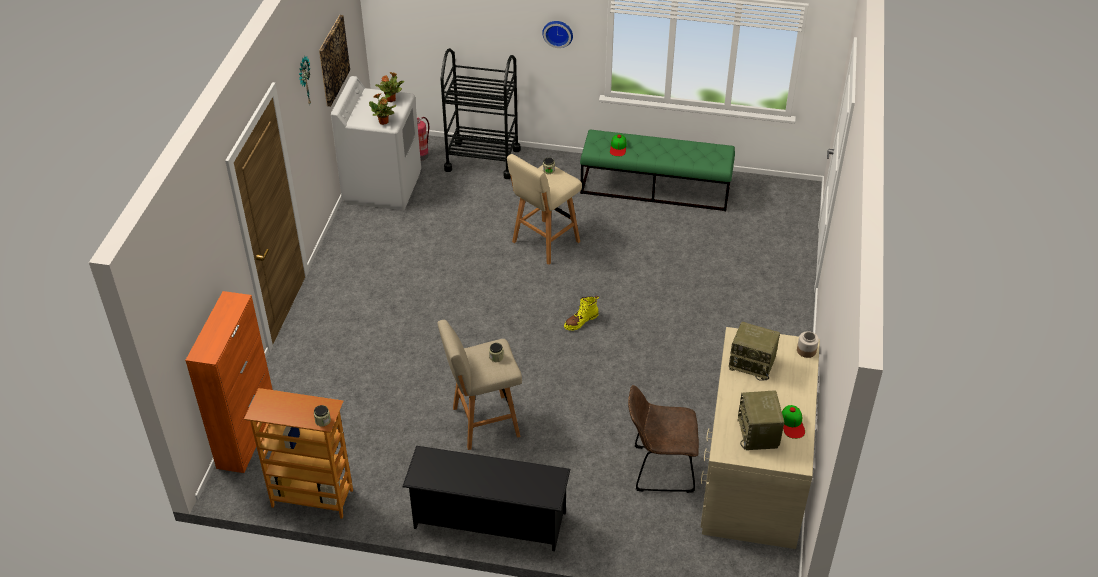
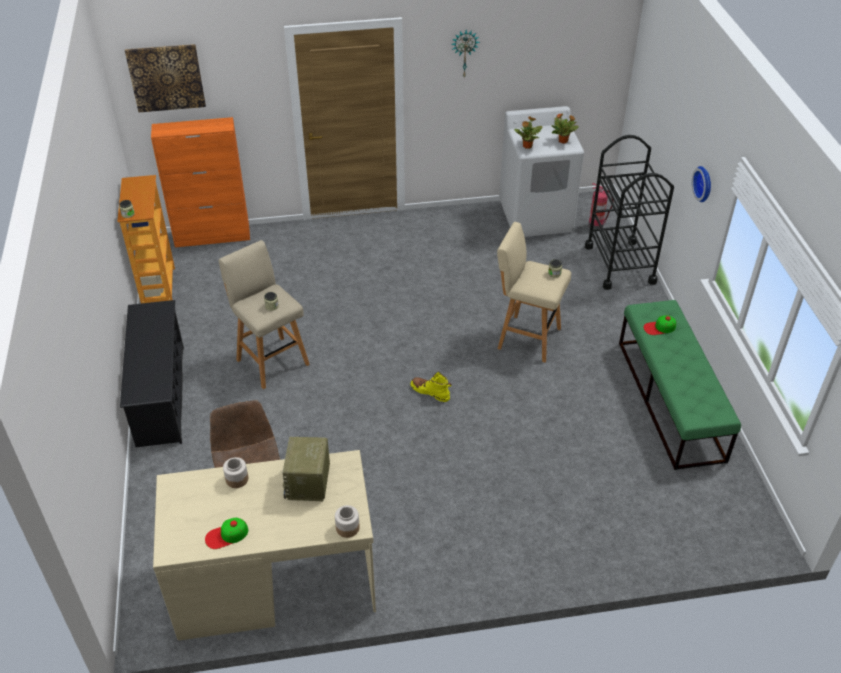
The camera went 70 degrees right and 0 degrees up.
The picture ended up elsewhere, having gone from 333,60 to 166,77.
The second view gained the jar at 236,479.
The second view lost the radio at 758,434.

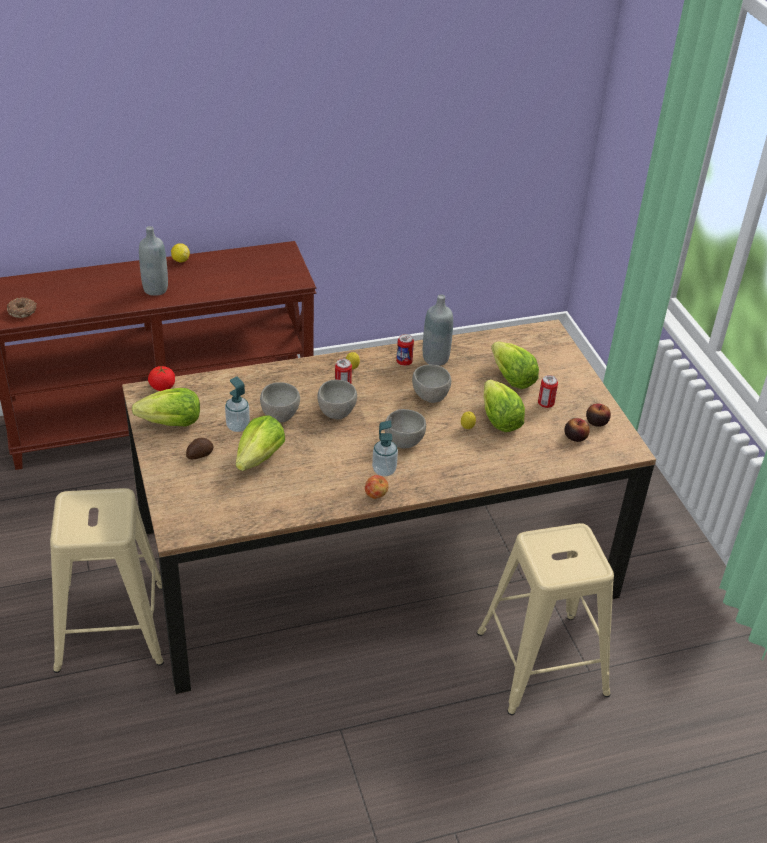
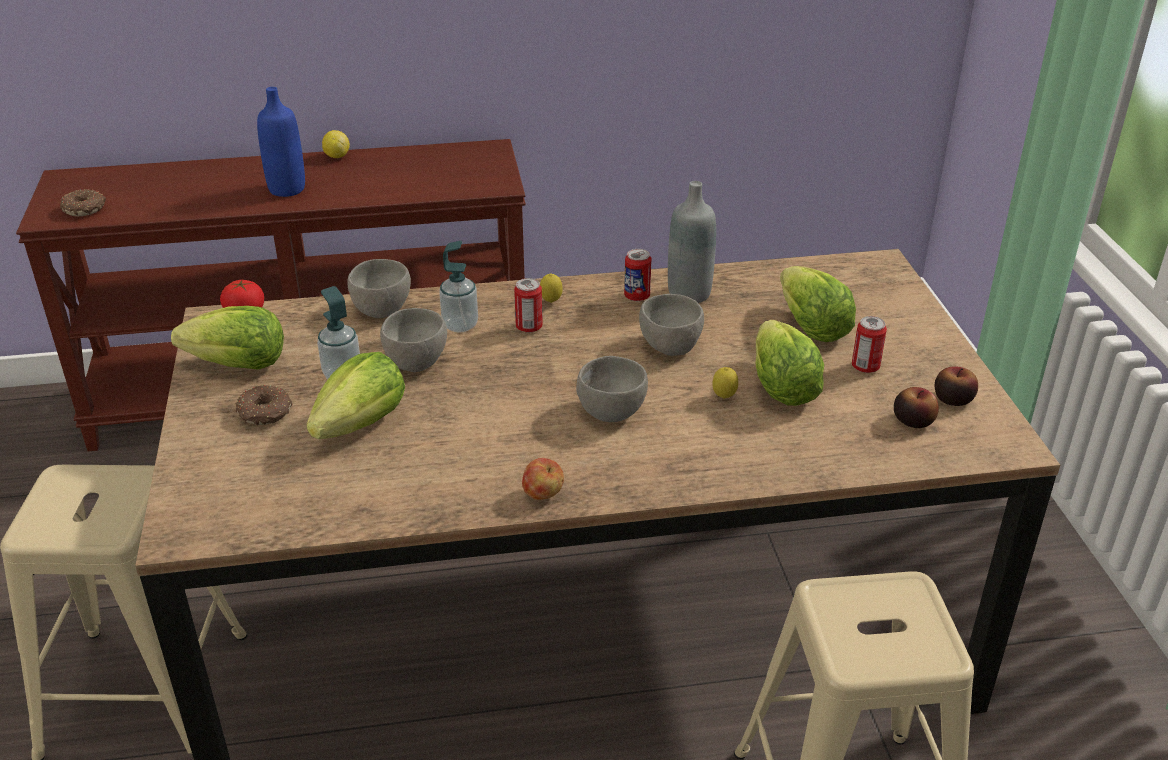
The camera went 10 degrees right and 5 degrees down.
Where the potato stood at 199,454, the donut came to stand at 265,413.
What was the grey bottle at 155,289 turned into the blue bottle at 287,189.
The grey bowl ended up elsewhere, having gone from 335,412 to 380,309.
The soap dispenser ended up elsewhere, having gone from 384,470 to 460,325.

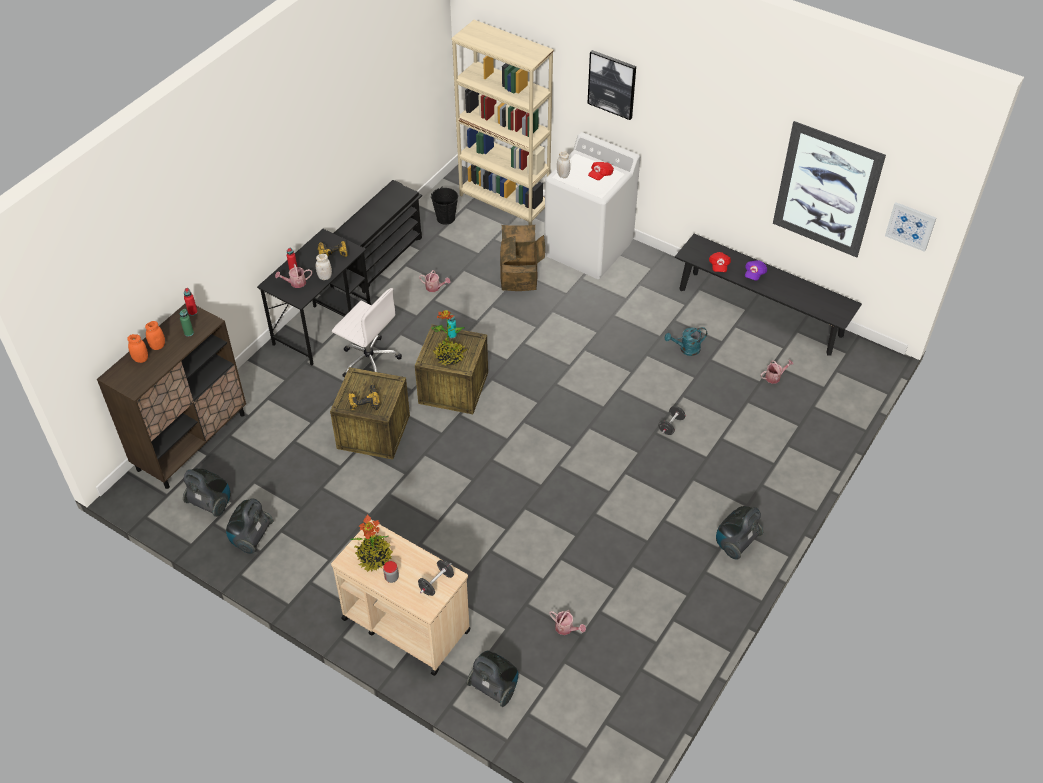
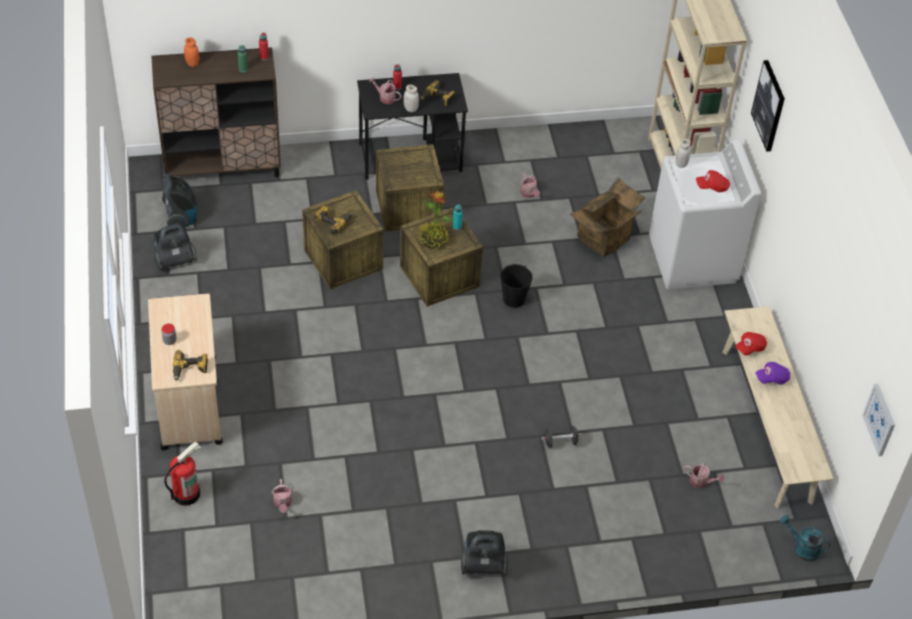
The camera went 45 degrees right and 0 degrees up.
Where the vacuum cleaner stood at 494,687, the fire extinguisher came to stand at 186,493.
Where the black dumbbell stood at 436,583, the power drill came to stand at 190,369.
Where the white office chair stood at 369,360, the crate came to stand at 408,208.
The black bucket ended up elsewhere, having gone from 446,218 to 514,299.
What was the black bench at 760,312 turned into the beige bench at 766,424.
The turquoise watering can ended up elsewhere, having gone from 686,349 to 802,548.
The second view lost the orange jar at 158,346.
The second view lost the black shoe rack at 381,258.
The second view lost the potted plant at 374,557.
The second view lost the picture at 826,190.

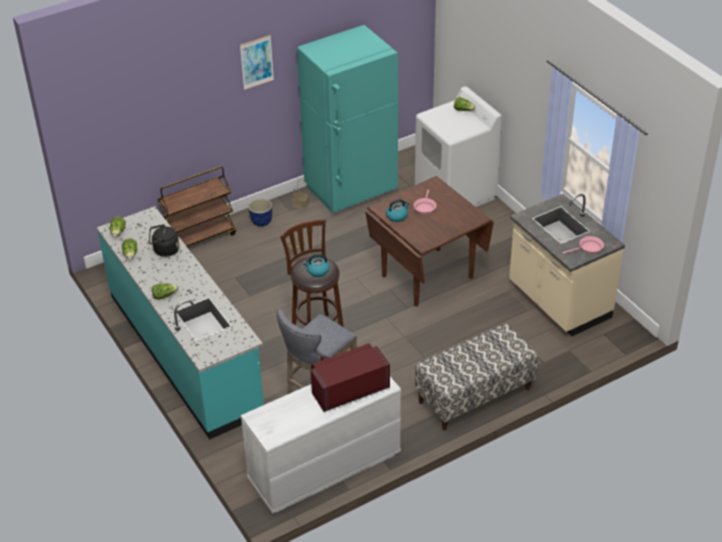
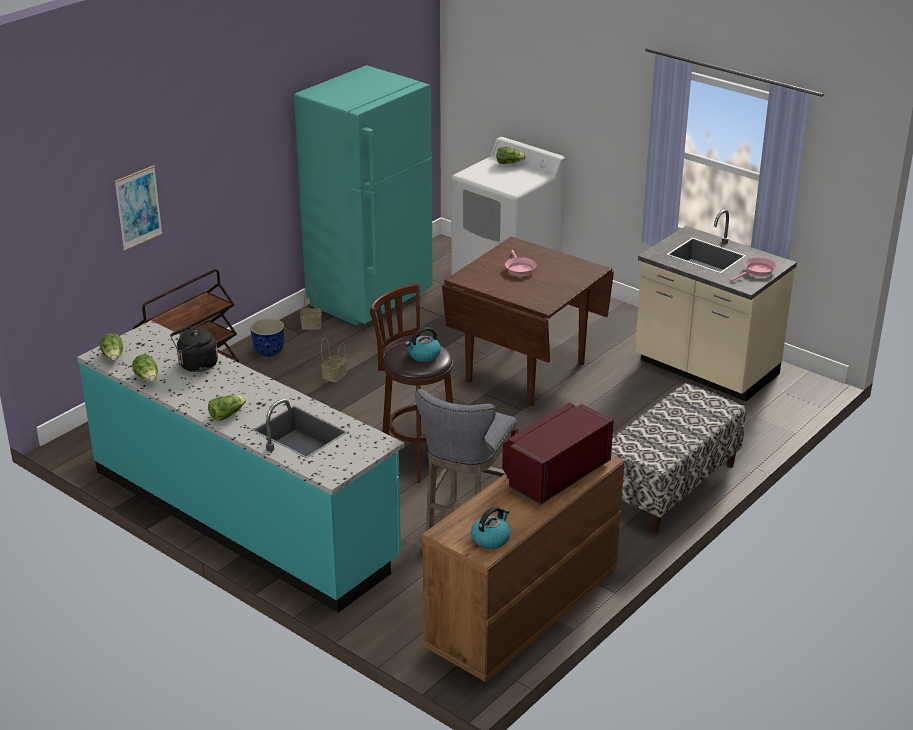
The camera went 20 degrees left and 10 degrees down.
The picture ended up elsewhere, having gone from 256,62 to 138,207.
What was the white dresser at 323,467 turned into the brown dresser at 522,611.
The kettle ended up elsewhere, having gone from 397,216 to 491,539.

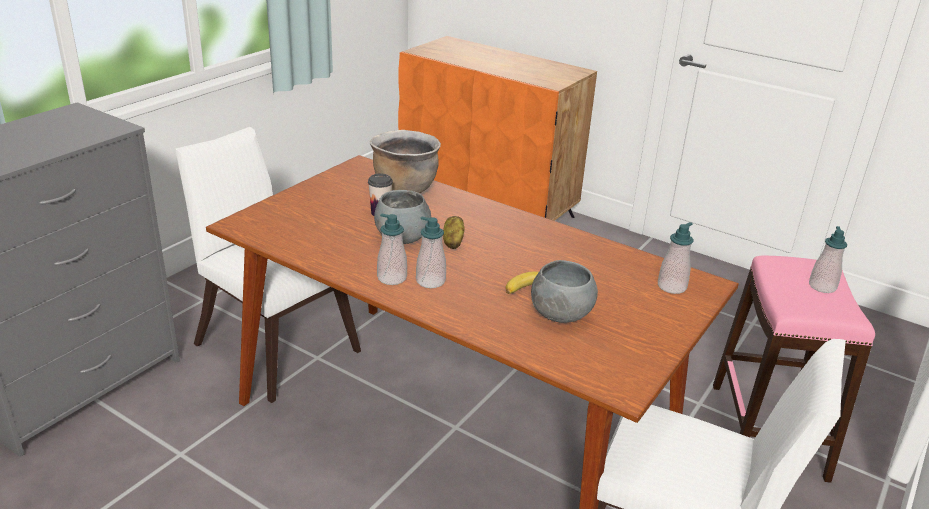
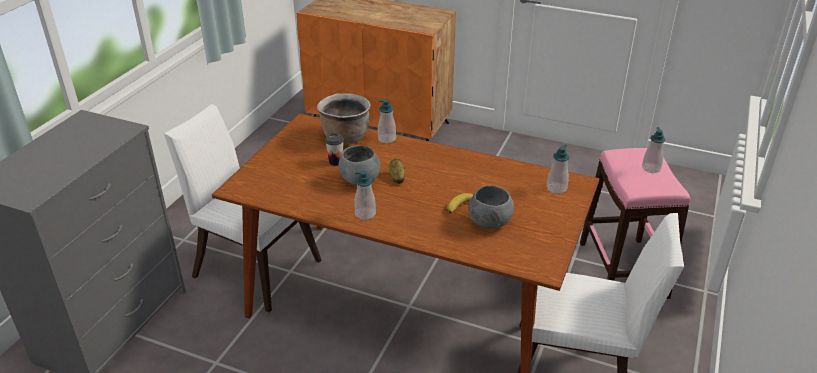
The camera went 10 degrees left and 5 degrees up.
The soap dispenser ended up elsewhere, having gone from 430,281 to 386,139.

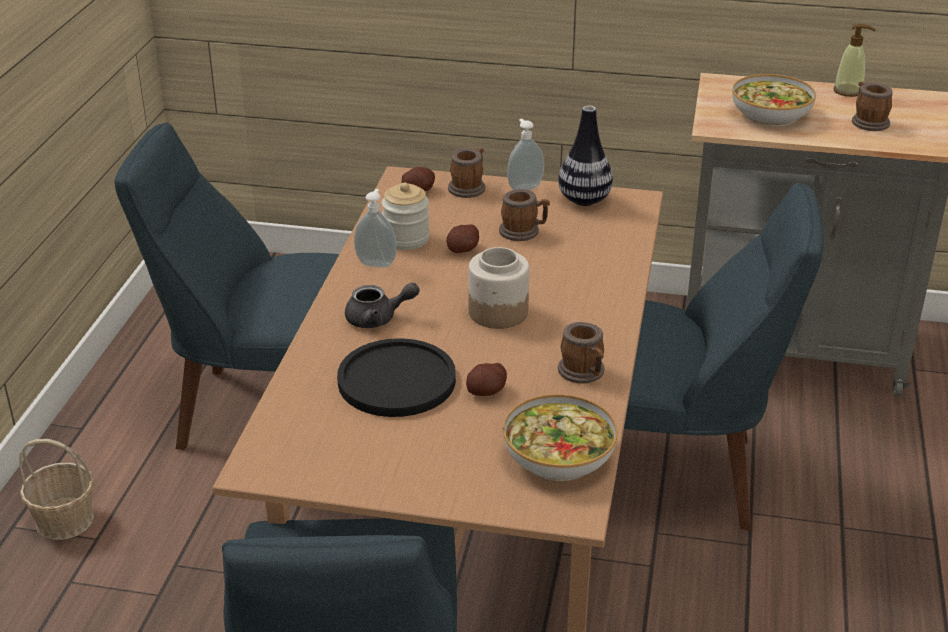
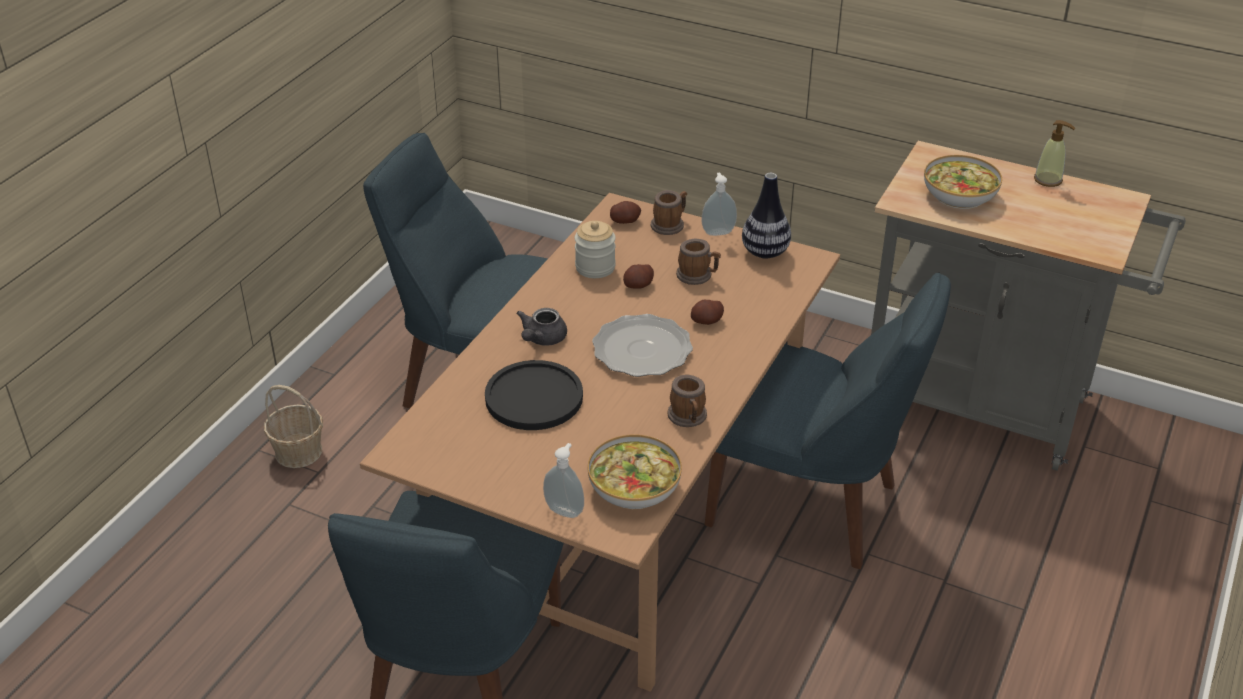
The camera went 15 degrees right and 5 degrees up.
The grey teapot at 378,319 ended up facing another way, 105 degrees clockwise from before.
The soap dispenser ended up elsewhere, having gone from 376,263 to 565,510.
Where the jar stood at 497,312, the plate came to stand at 641,349.
The potato ended up elsewhere, having gone from 486,391 to 707,321.
The second view lost the mug at 867,121.

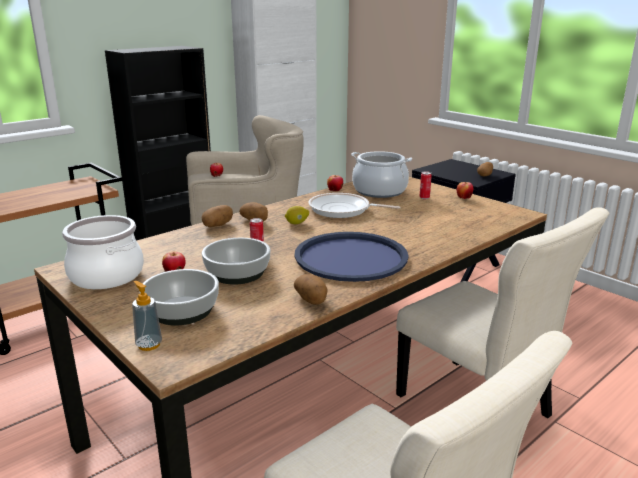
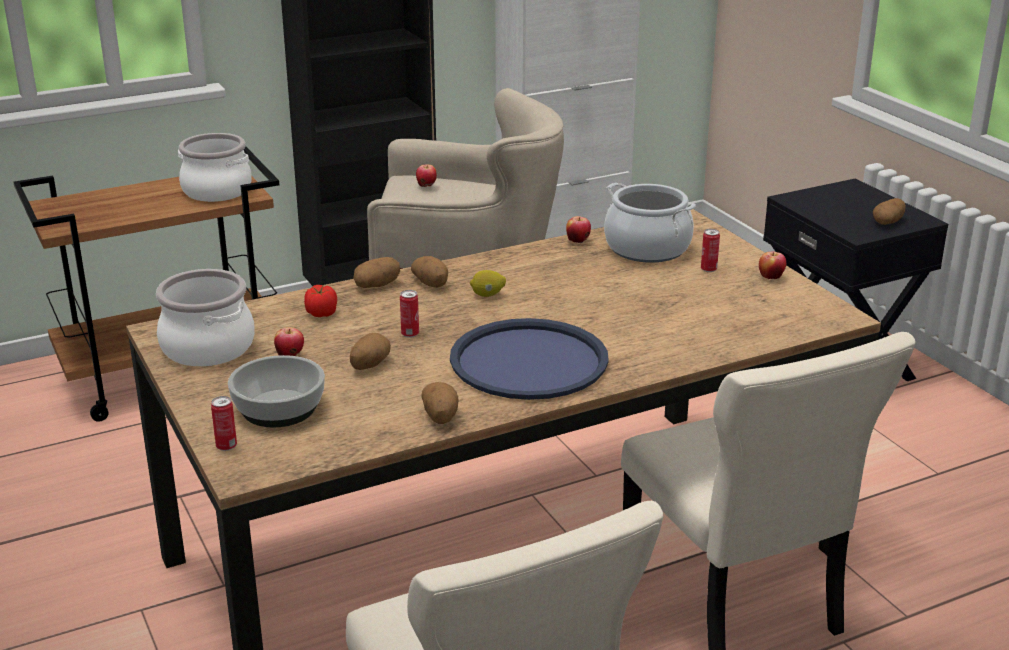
The camera went 15 degrees right and 5 degrees up.
The second view gained the cooking pot at 216,191.
Where the soap dispenser stood at 149,345, the can came to stand at 226,446.
The second view gained the tomato at 321,314.
Where the bowl stood at 238,273, the potato came to stand at 369,365.
The second view lost the frying pan at 342,210.

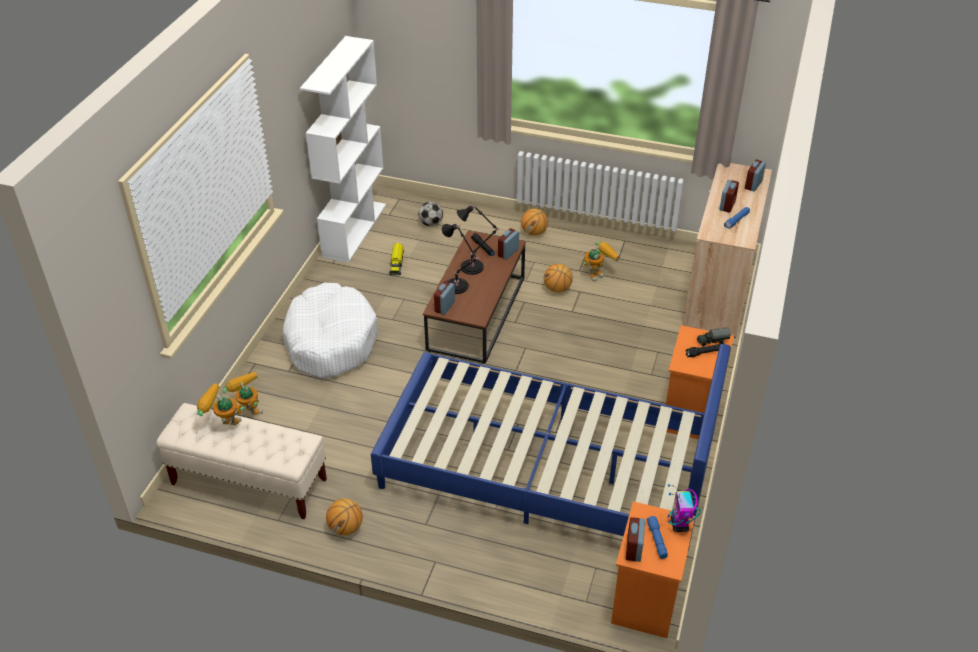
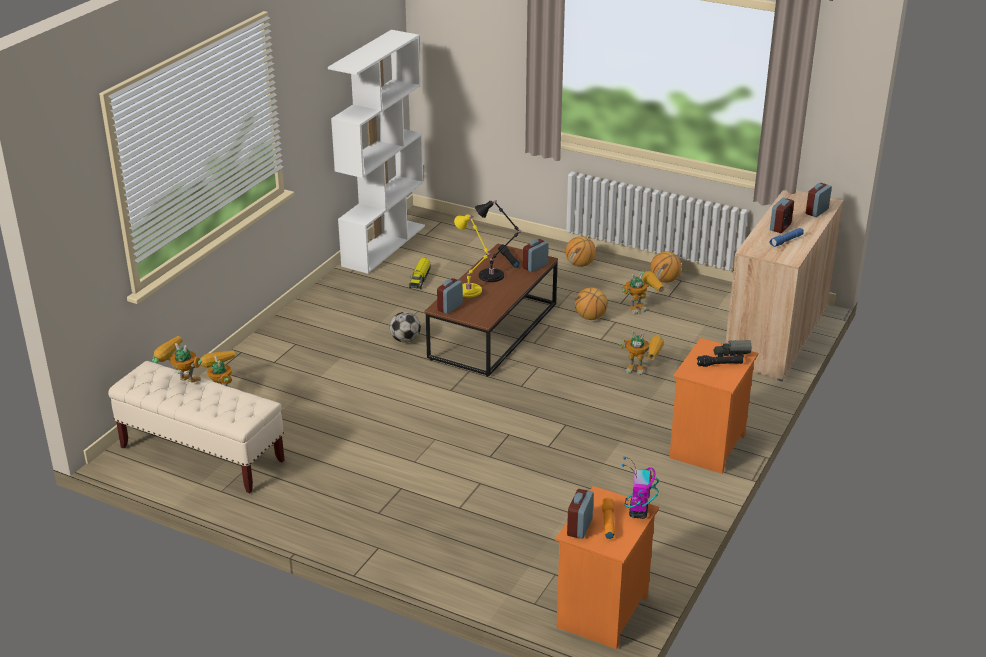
The camera went 10 degrees right and 10 degrees down.
The football ended up elsewhere, having gone from 431,224 to 405,340.
What was the black table lamp at 458,287 turned into the yellow table lamp at 470,291.
What was the blue flashlight at 656,540 turned into the orange flashlight at 607,522.
The second view gained the toy robot at 642,370.
The basketball ended up elsewhere, having gone from 346,528 to 665,280.
The second view lost the white dog bed at 330,341.
The second view lost the blue bed at 545,471.

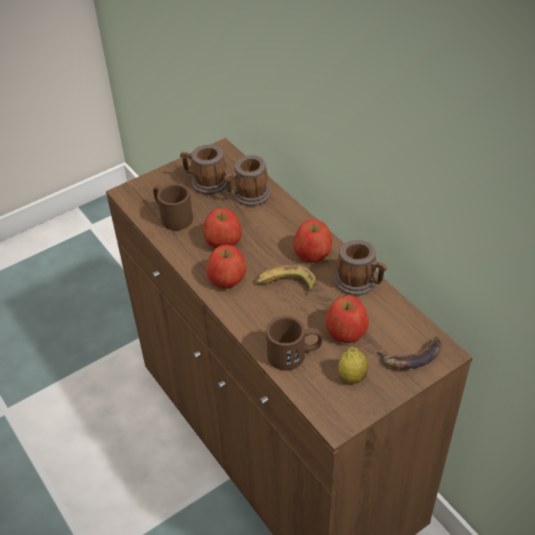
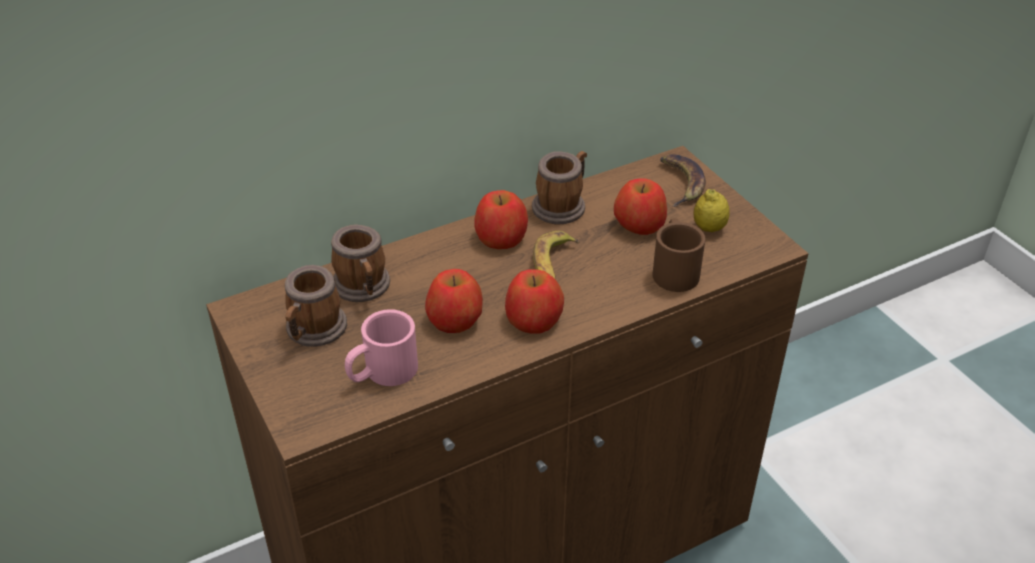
The camera went 85 degrees left and 5 degrees down.
What was the brown mug at 172,216 turned into the pink mug at 382,373.

